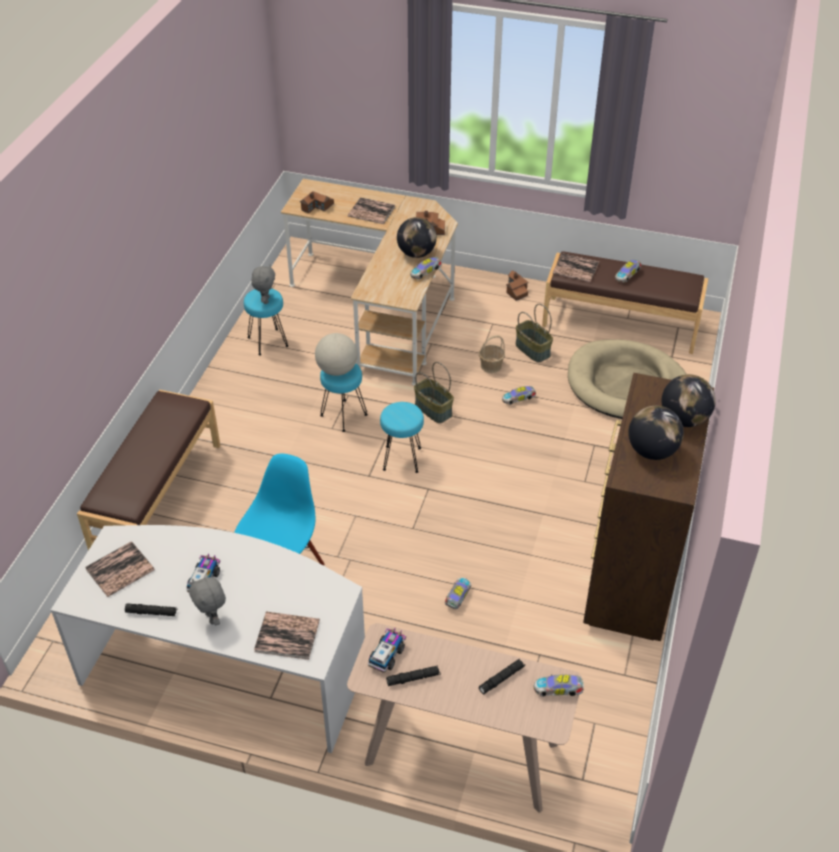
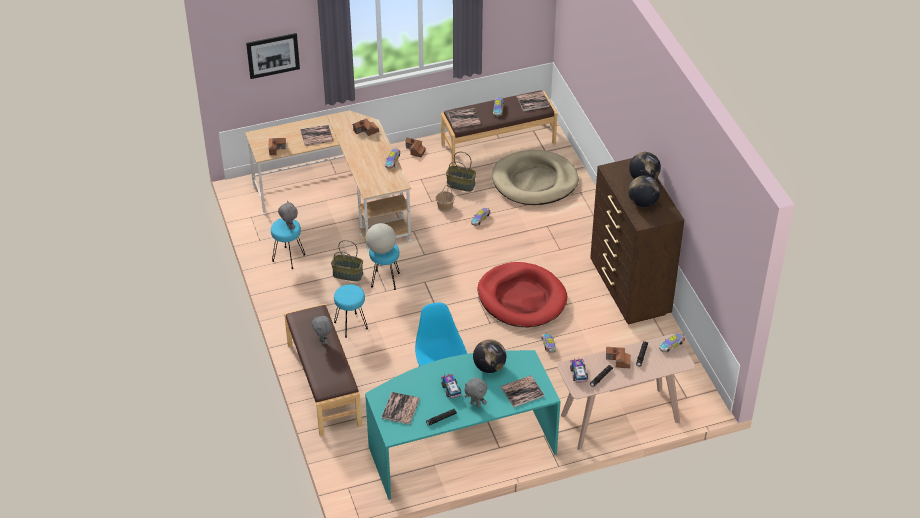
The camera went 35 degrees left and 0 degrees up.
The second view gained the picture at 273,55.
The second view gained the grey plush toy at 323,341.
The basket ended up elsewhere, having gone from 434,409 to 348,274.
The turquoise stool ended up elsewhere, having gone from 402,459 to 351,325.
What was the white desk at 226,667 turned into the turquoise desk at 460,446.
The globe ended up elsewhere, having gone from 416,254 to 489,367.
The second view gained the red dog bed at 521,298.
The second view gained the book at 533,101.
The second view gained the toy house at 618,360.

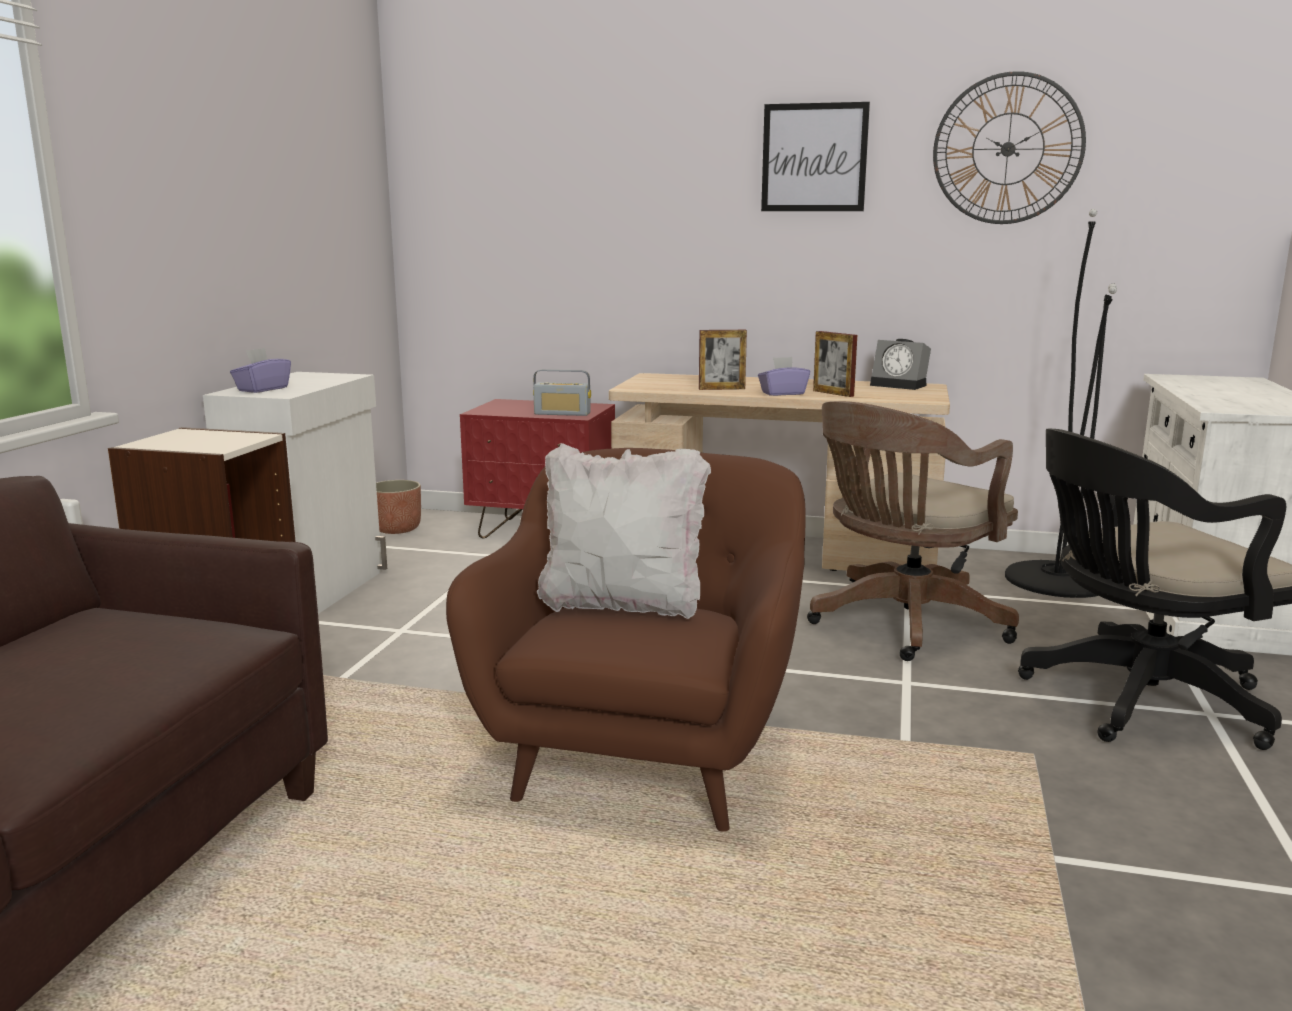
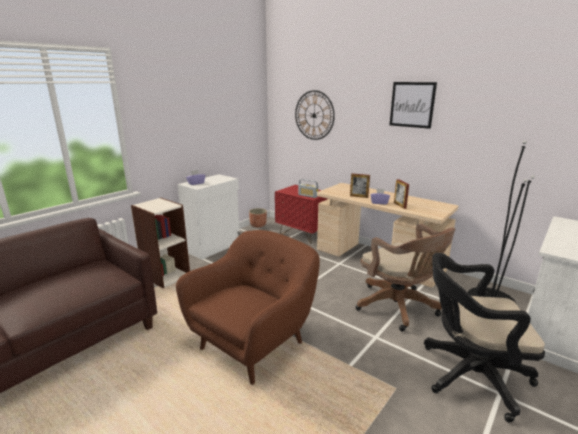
The camera went 25 degrees right and 5 degrees up.
The wall clock ended up elsewhere, having gone from 1008,149 to 314,115.
The brown office chair at 903,625 ended up facing another way, 105 degrees counterclockwise from before.
The second view lost the white pillow at 622,605.
The second view lost the alarm clock at 900,385.

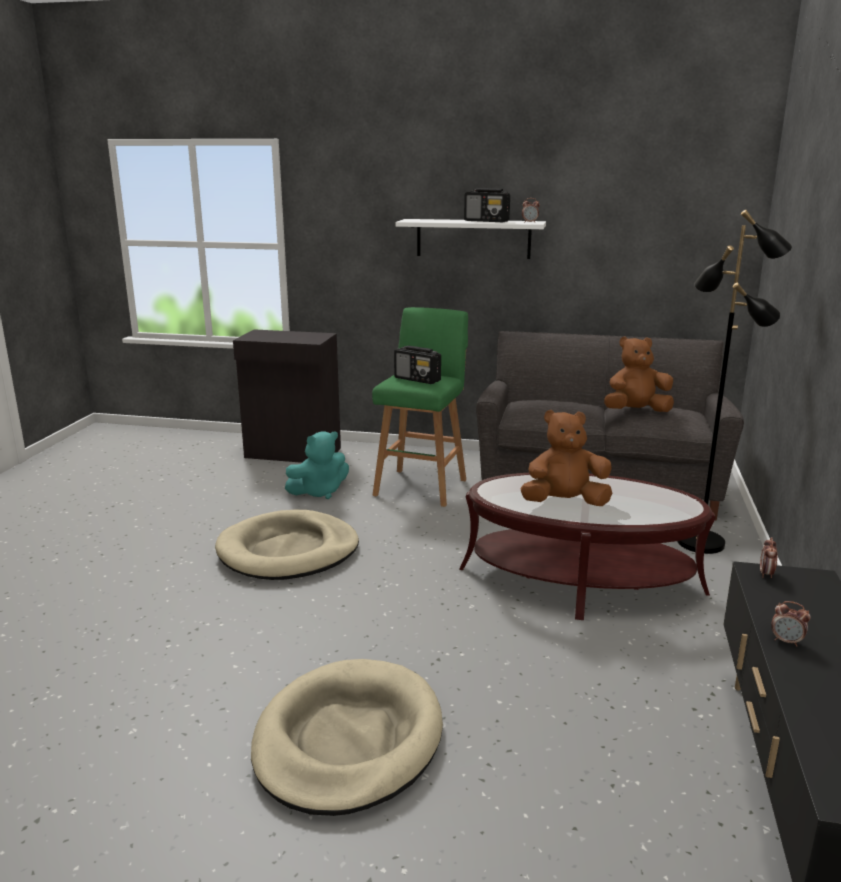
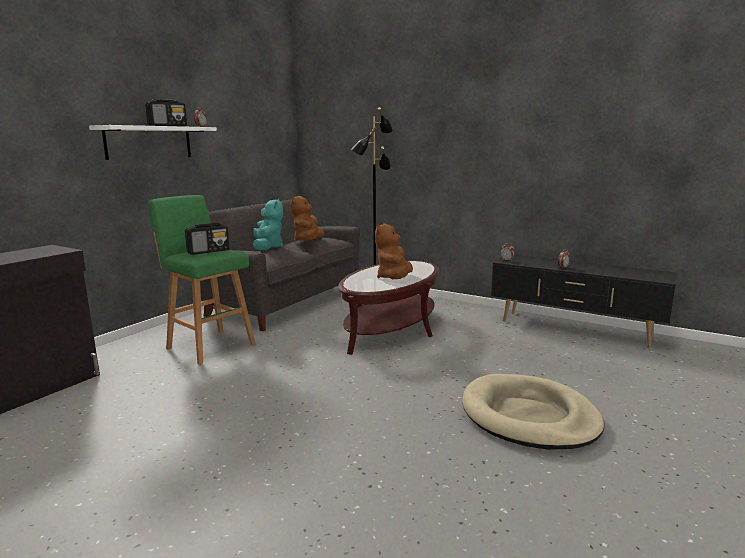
The camera went 70 degrees left and 5 degrees down.
The turquoise plush toy ended up elsewhere, having gone from 319,492 to 268,247.
The second view lost the beige dog bed at 288,551.

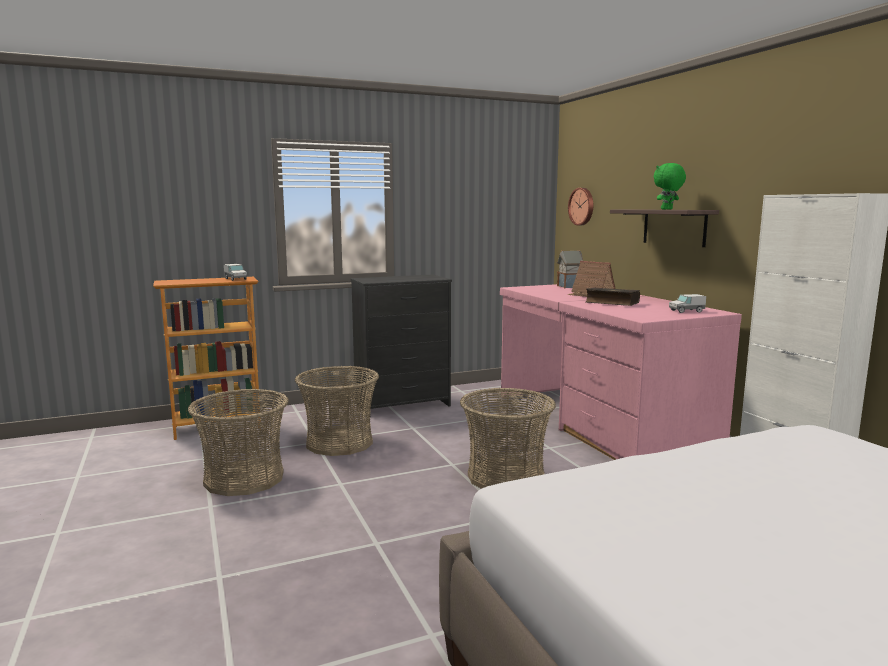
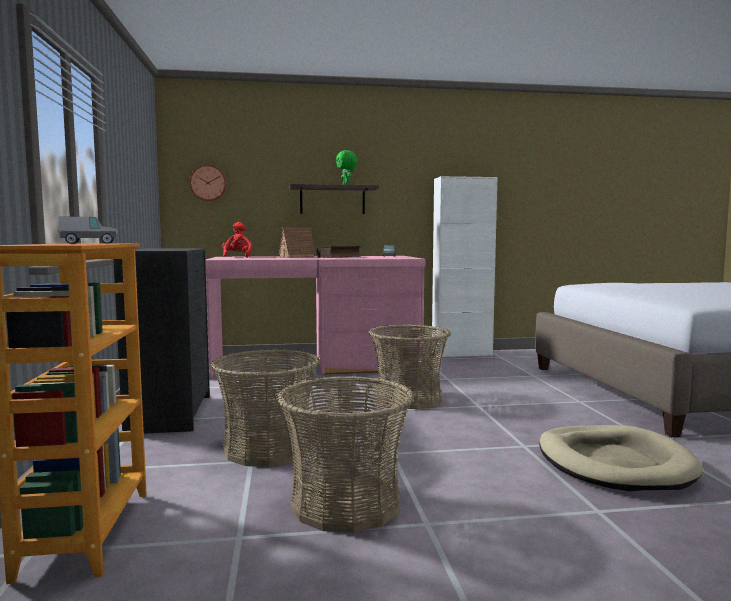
The camera went 75 degrees left and 5 degrees down.
Where the toy house stood at 569,287, the red plush toy came to stand at 237,257.
The second view gained the beige dog bed at 614,463.

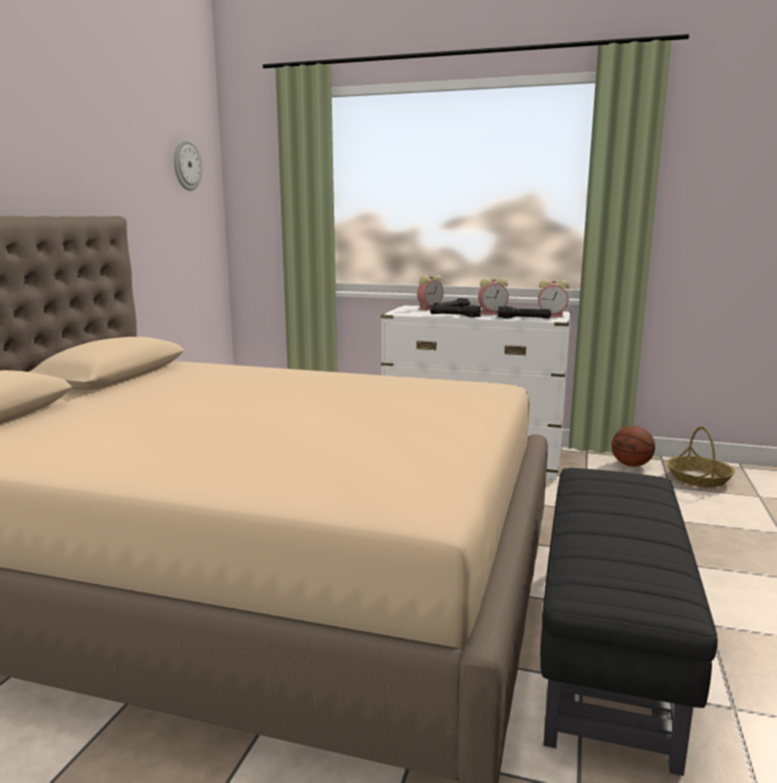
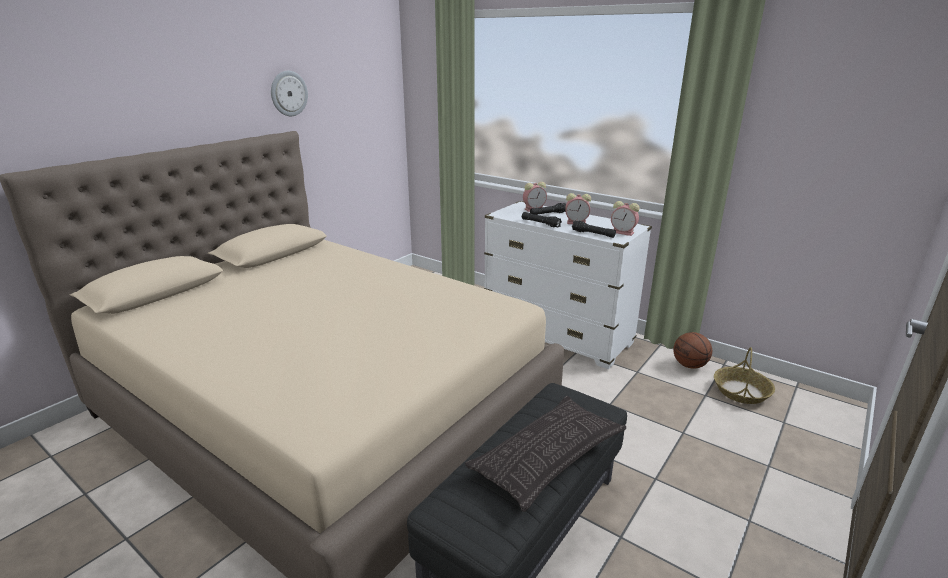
The camera went 20 degrees right and 10 degrees up.
The wall clock ended up elsewhere, having gone from 186,165 to 288,93.
The second view gained the pillow at 548,456.

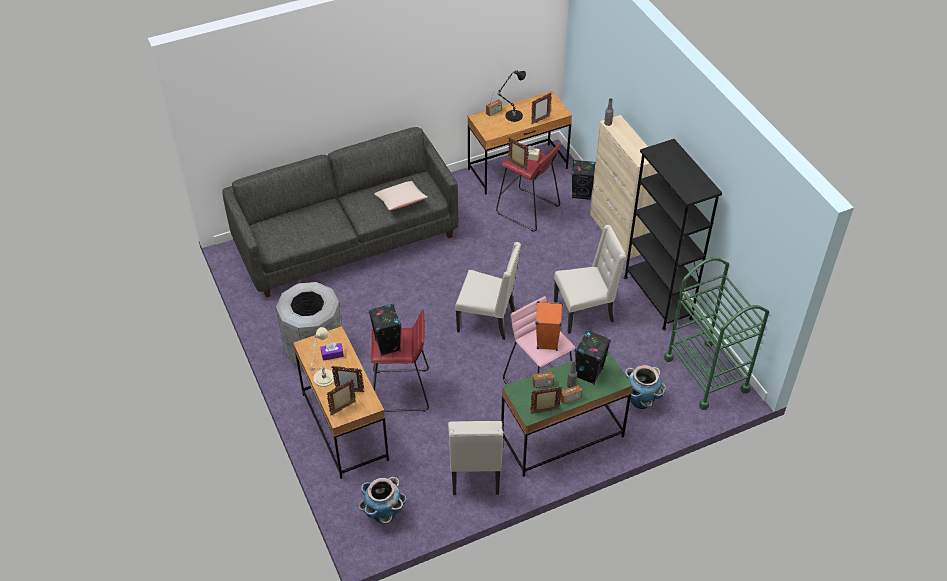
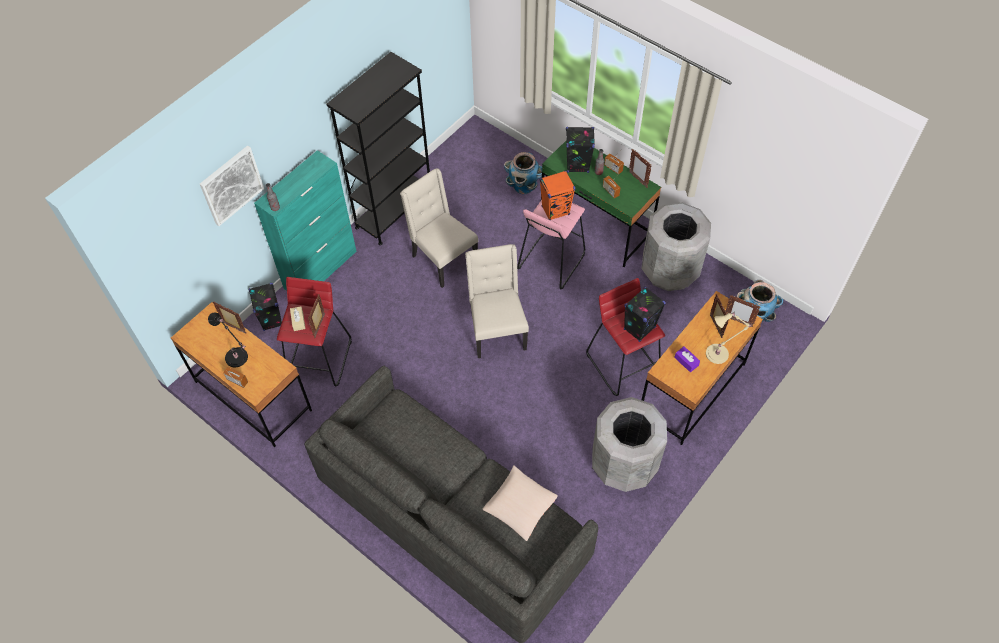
The camera went 115 degrees left and 10 degrees up.
The second view gained the picture at 231,185.
What was the beige cabinet at 617,234 turned into the turquoise cabinet at 321,269.
The beige pillow ended up elsewhere, having gone from 401,201 to 519,506.
Where the beige chair stood at 475,473, the grey trash can came to stand at 670,270.
The second view lost the green cart at 706,374.

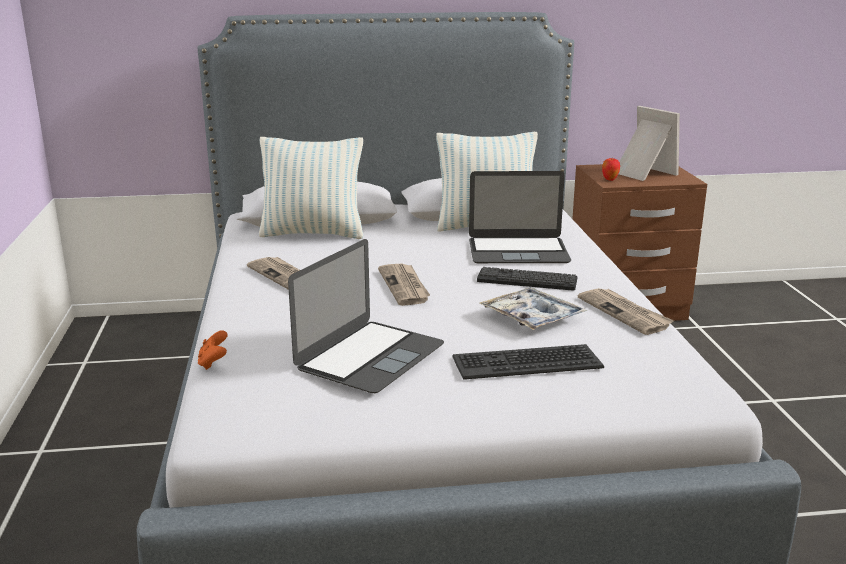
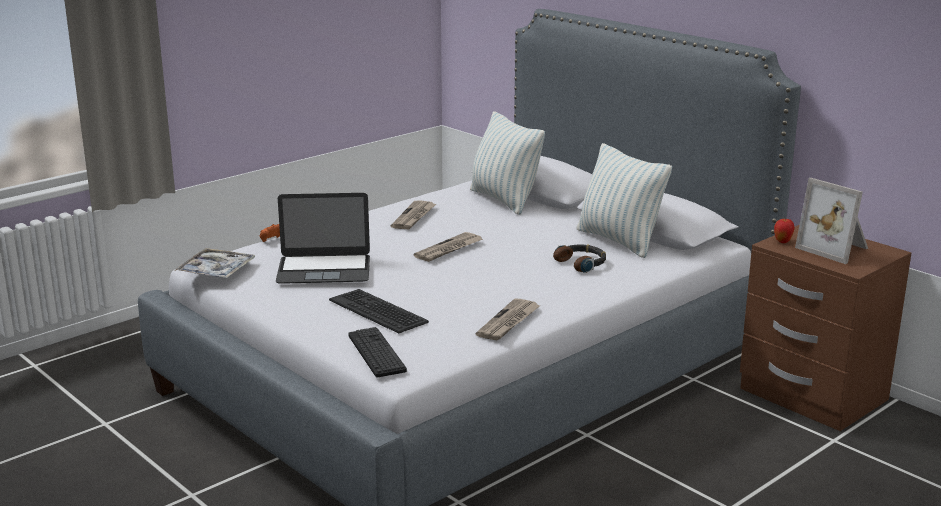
The camera went 55 degrees right and 0 degrees up.
The tray ended up elsewhere, having gone from 532,317 to 216,271.
The keyboard ended up elsewhere, having gone from 527,280 to 376,353.
Where the laptop stood at 518,251, the headphones came to stand at 582,263.
The picture frame at 642,173 ended up facing another way, 120 degrees clockwise from before.

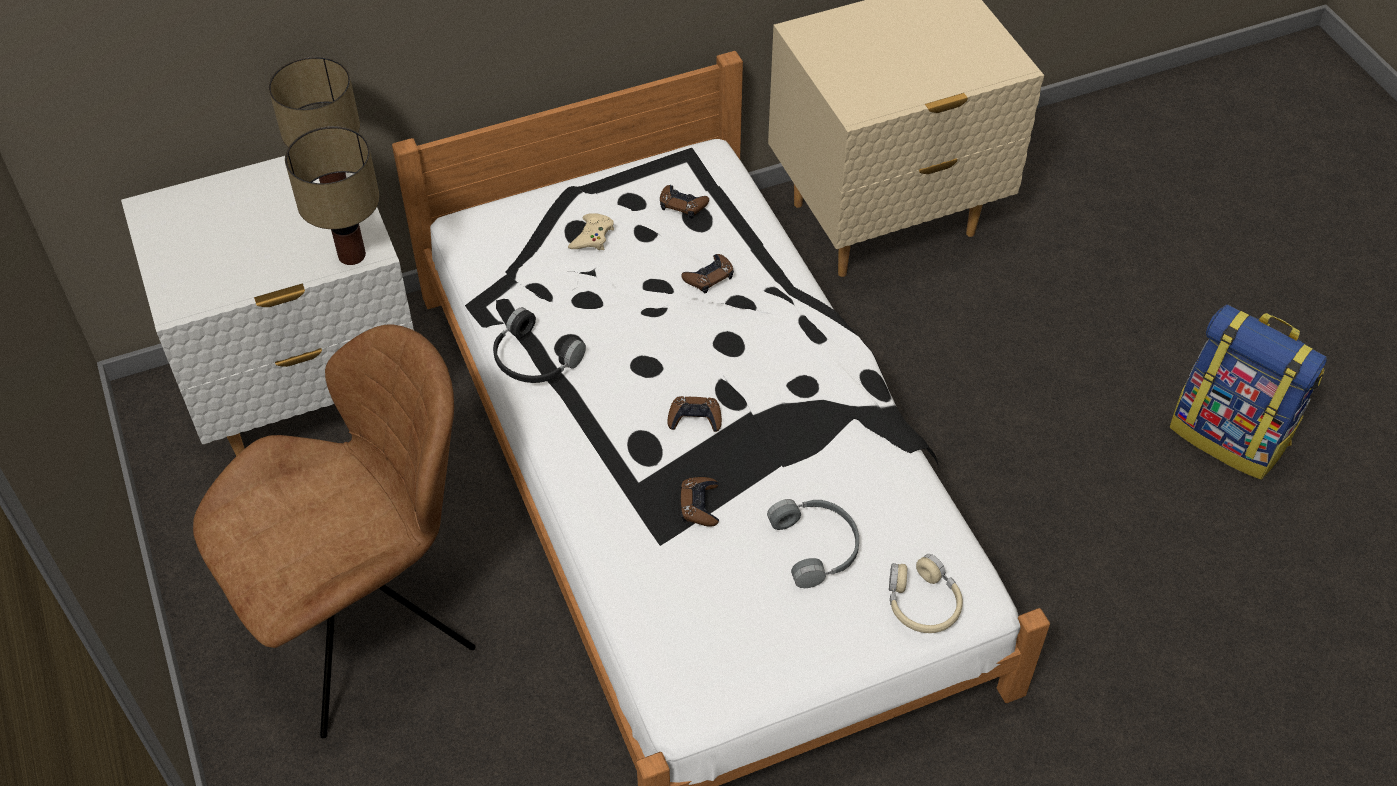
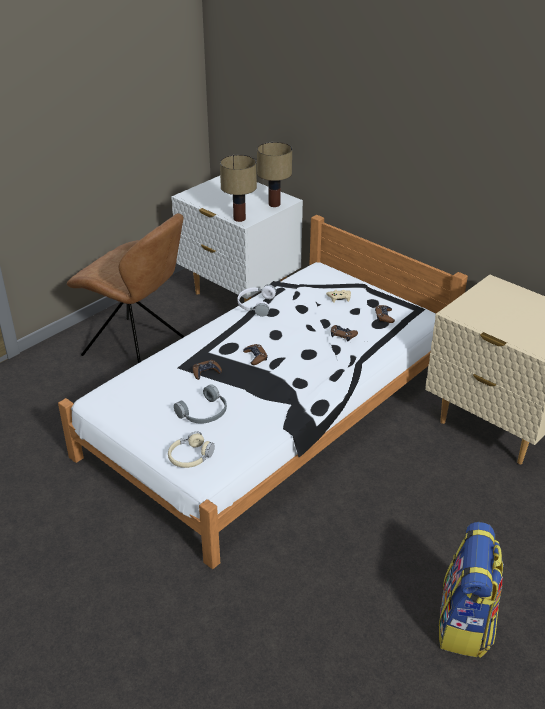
The camera went 65 degrees right and 15 degrees down.
What was the black headphones at 533,360 turned into the white headphones at 255,305.

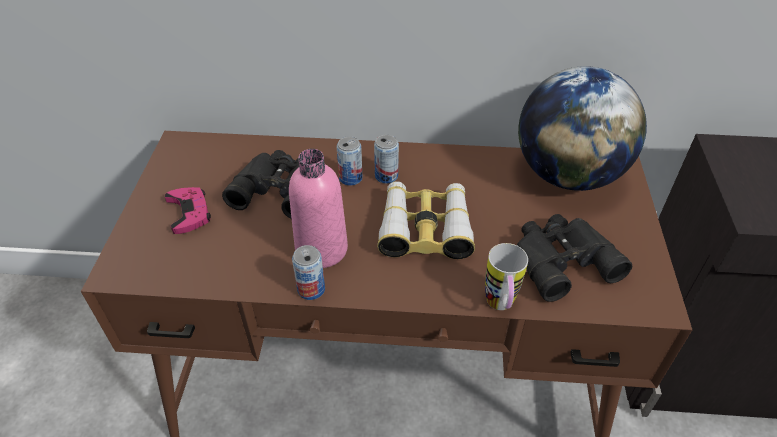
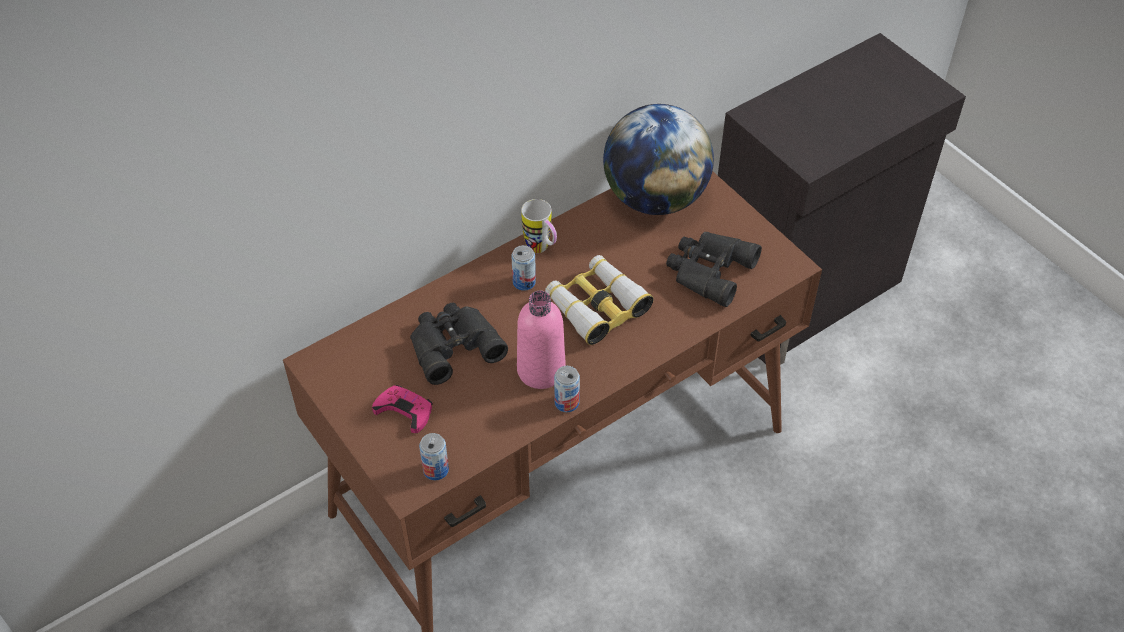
The camera went 40 degrees left and 5 degrees up.
The can ended up elsewhere, having gone from 350,178 to 436,470.
The mug ended up elsewhere, having gone from 500,307 to 541,250.

